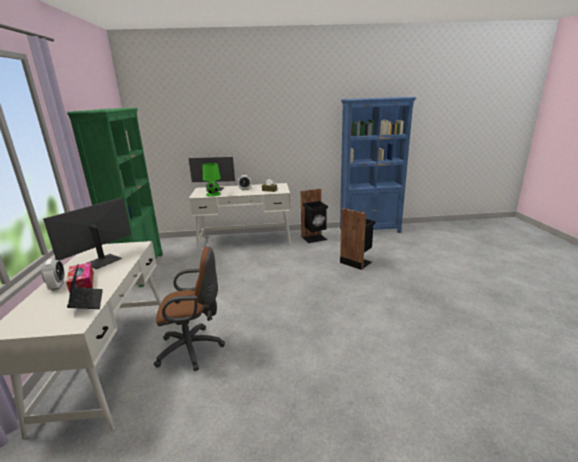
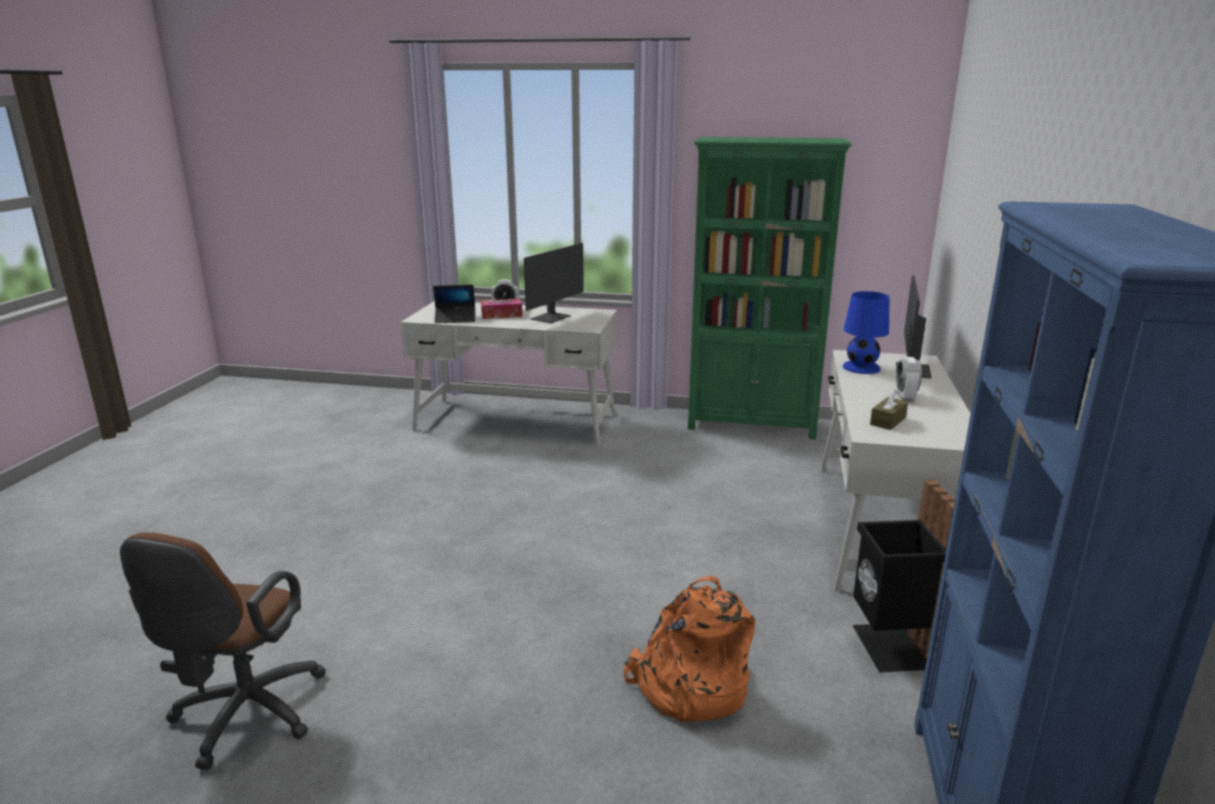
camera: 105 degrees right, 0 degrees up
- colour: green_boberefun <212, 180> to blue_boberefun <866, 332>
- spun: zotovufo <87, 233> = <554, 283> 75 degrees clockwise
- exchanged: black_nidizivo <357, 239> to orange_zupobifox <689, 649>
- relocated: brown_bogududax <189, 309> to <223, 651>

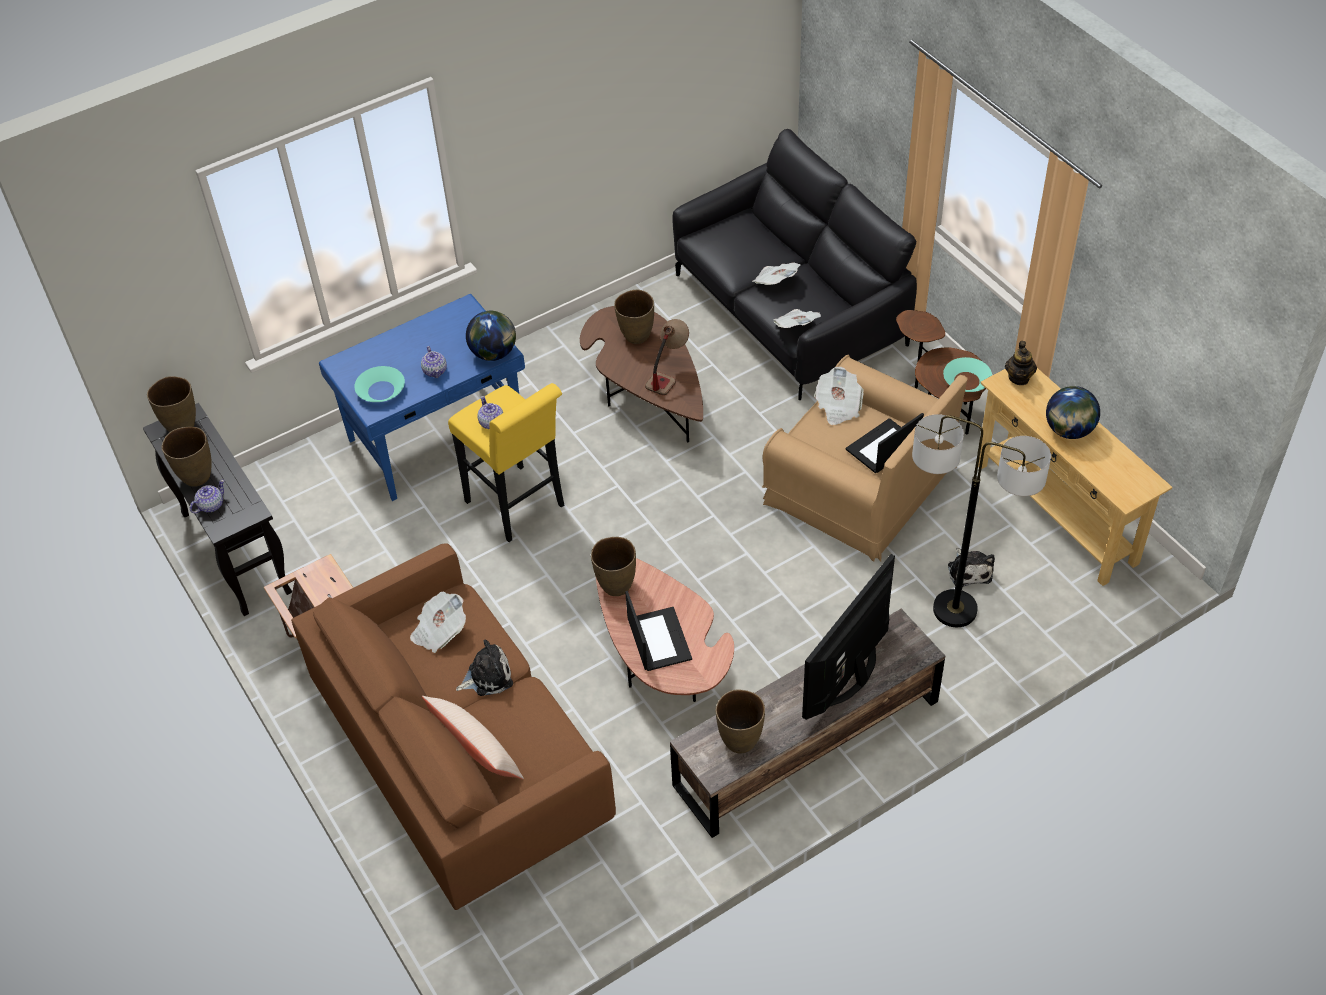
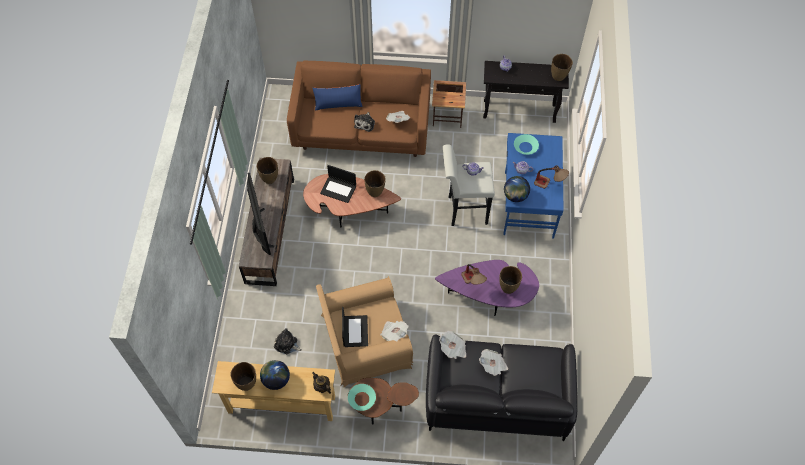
camera: 125 degrees right, 10 degrees up
- colour: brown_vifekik <641, 374> to purple_vifekik <487, 288>
- colour: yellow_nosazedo <506, 462> to white_nosazedo <469, 185>
- missing: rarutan <981, 520>
- relocated: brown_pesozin <186, 457> to <243, 376>
- colour: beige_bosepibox <473, 737> to blue_bosepibox <337, 97>
- appeared: boberefun <551, 177>

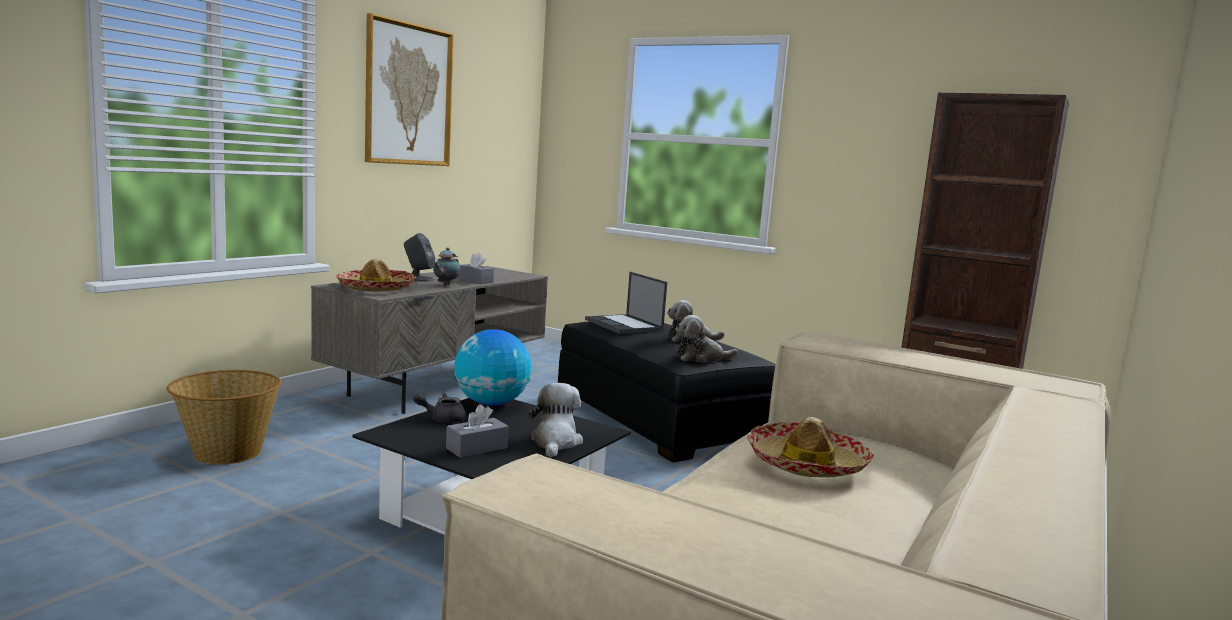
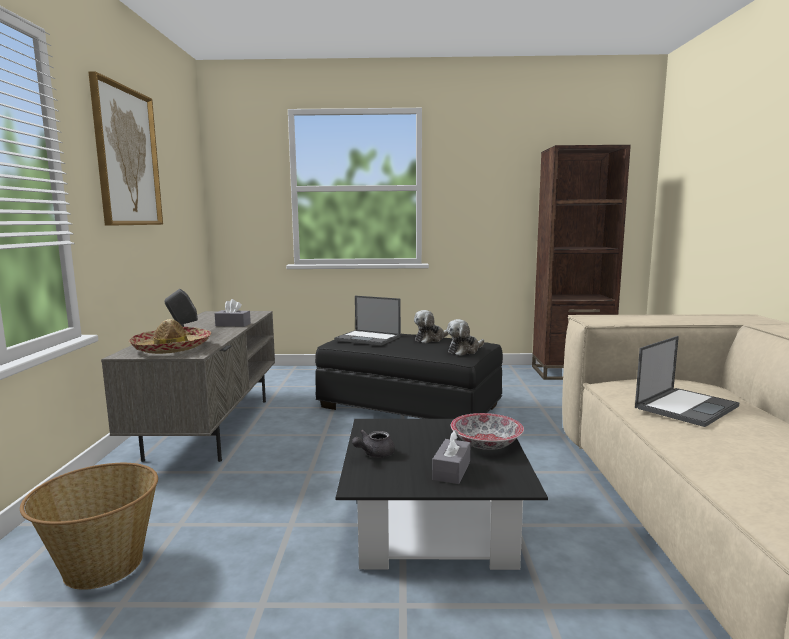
camera: 30 degrees left, 0 degrees up
- missing: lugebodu <447, 266>
- missing: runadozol <492, 367>
- exchanged: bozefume <556, 420> to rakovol <487, 431>
- exchanged: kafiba <810, 447> to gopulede <687, 381>

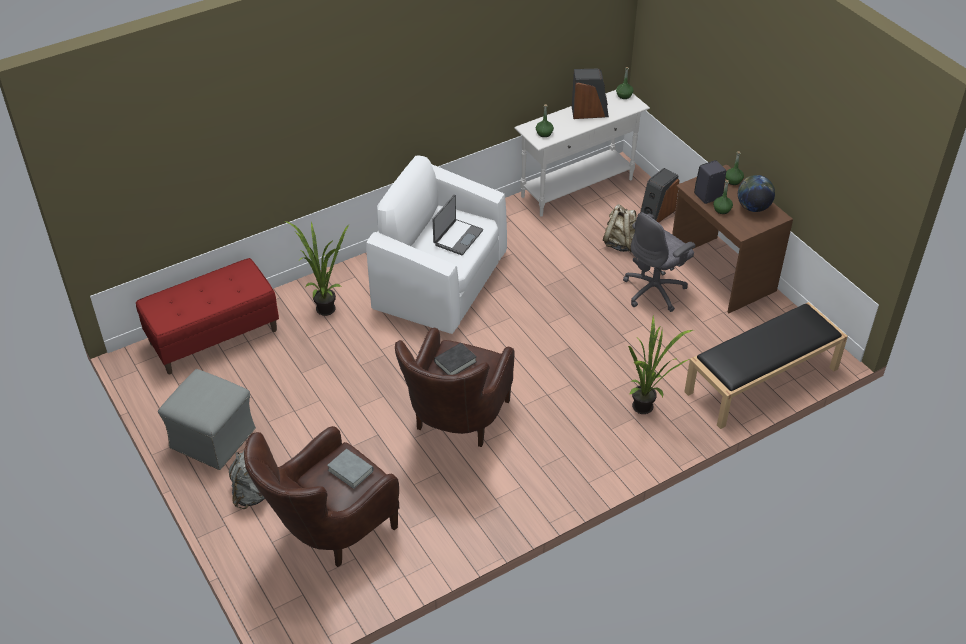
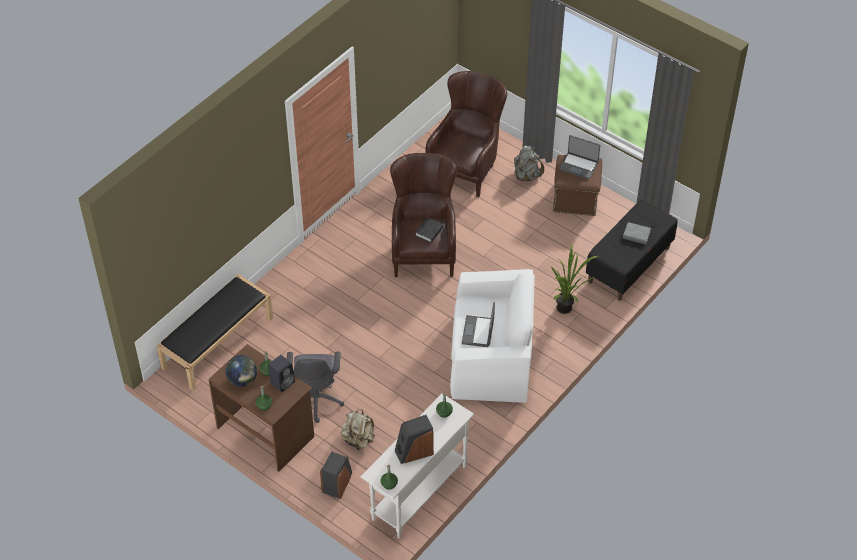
camera: 160 degrees right, 5 degrees up
- spun: grey_bogududax <659, 262> = <315, 387> 150 degrees clockwise
- colour: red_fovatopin <207, 316> to black_fovatopin <631, 250>
- missing: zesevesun <660, 365>
- colour: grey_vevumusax <207, 419> to brown_vevumusax <577, 185>
- relocated: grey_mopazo <350, 469> to <637, 233>
- appeared: gopulede <579, 157>

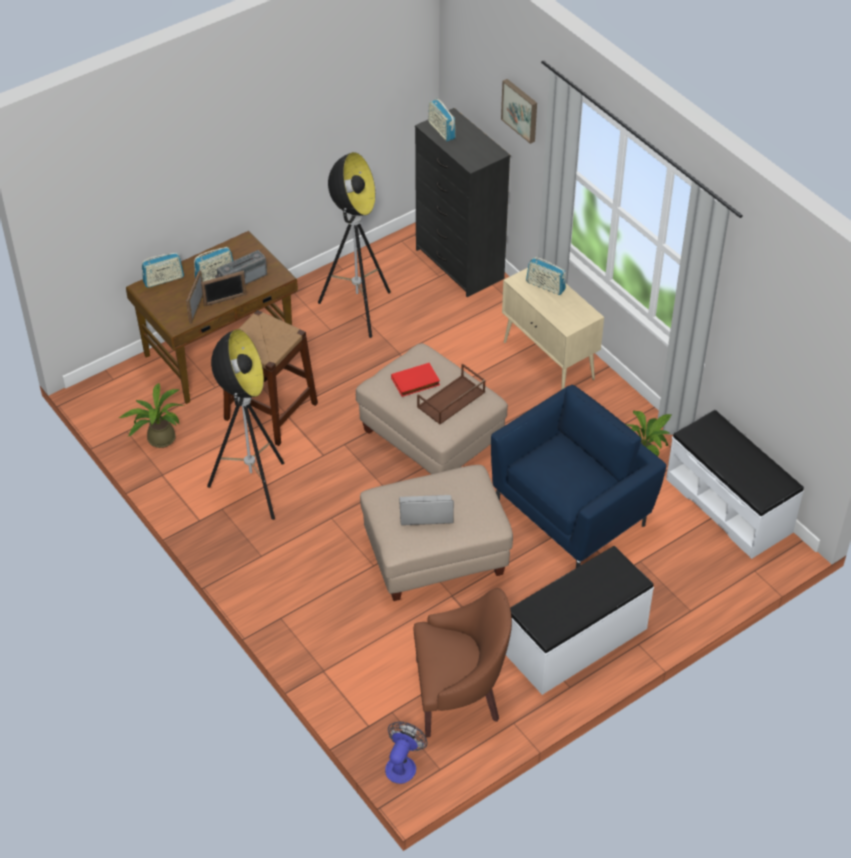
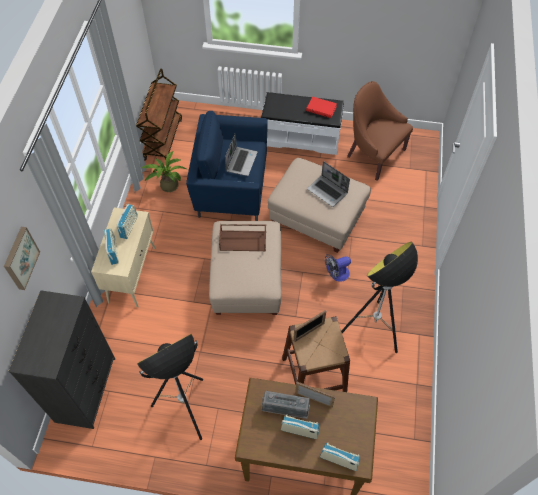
camera: 135 degrees left, 10 degrees up
- relocated: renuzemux <442, 120> to <127, 221>
- relocated: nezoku <194, 297> to <309, 326>
- relocated: red_mopazo <415, 380> to <321, 107>
- missing: zesevesun <151, 415>
- exchanged: white_fovatopin <735, 484> to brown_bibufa <159, 114>
- relocated: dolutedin <406, 753> to <338, 268>
- appeared: gopulede <241, 154>

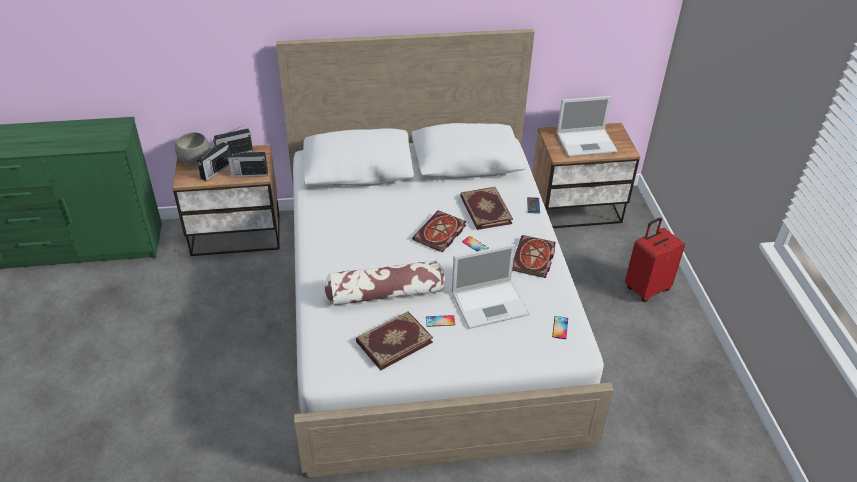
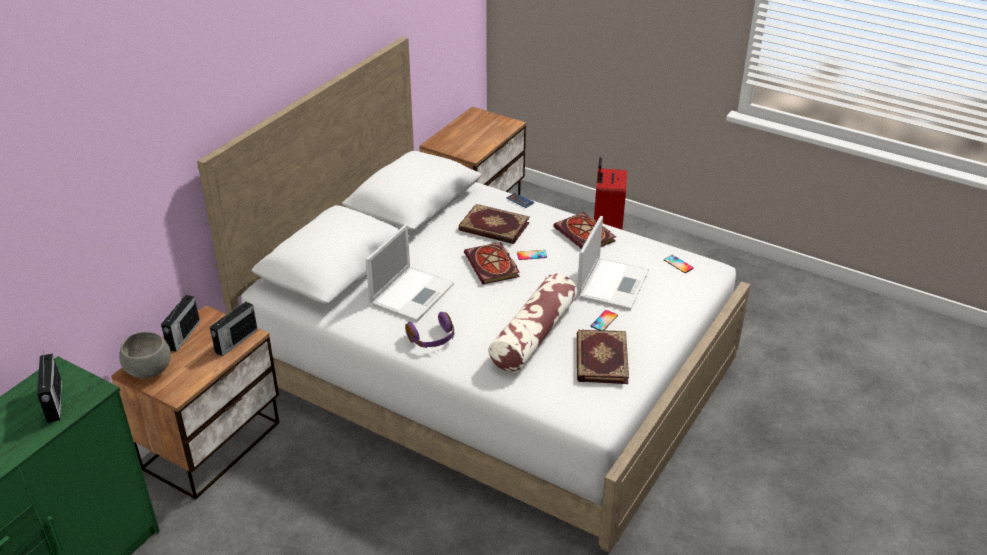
camera: 50 degrees left, 5 degrees down
- relocated: gopulede <587, 126> to <410, 273>
- relocated: renuzemux <213, 160> to <49, 387>
- appeared: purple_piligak <429, 330>

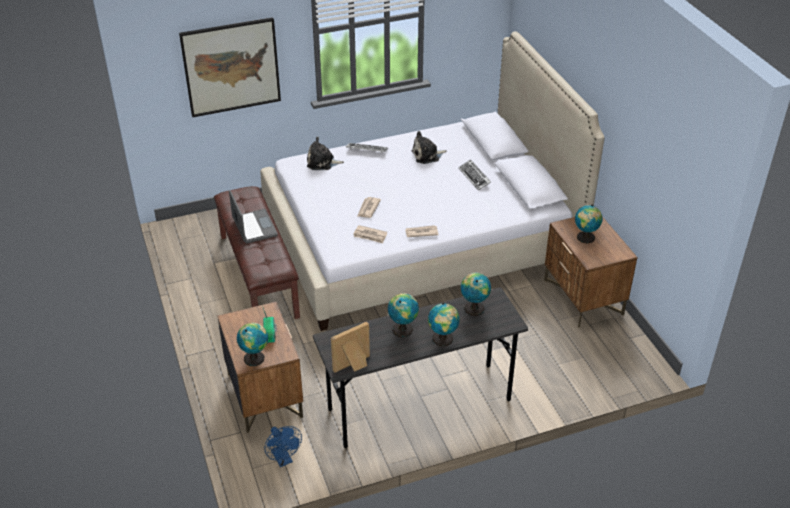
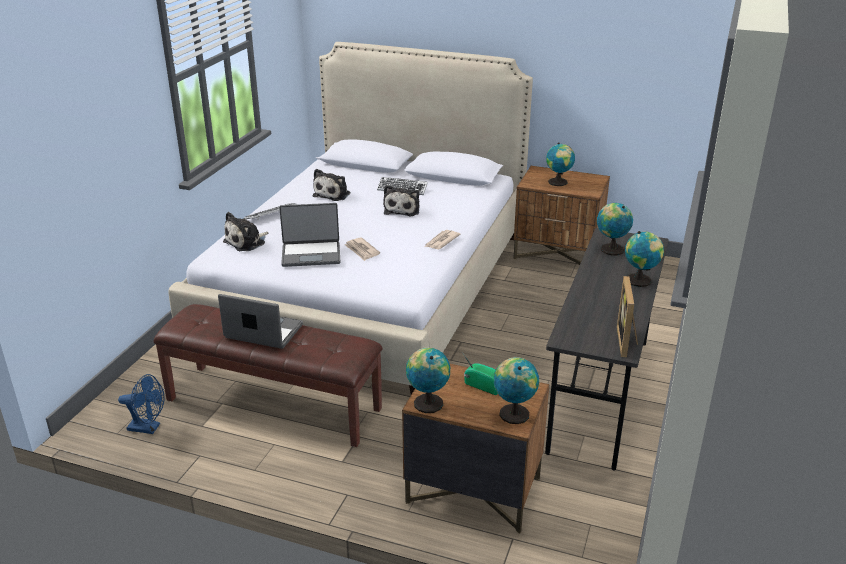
camera: 50 degrees left, 10 degrees down
- missing: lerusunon <230, 67>
- missing: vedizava <370, 234>
- relocated: runadozol <403, 315> to <428, 380>
- relocated: blue_dolutedin <283, 446> to <141, 404>
- appeared: bozefume <401, 200>
- appeared: gopulede <310, 235>

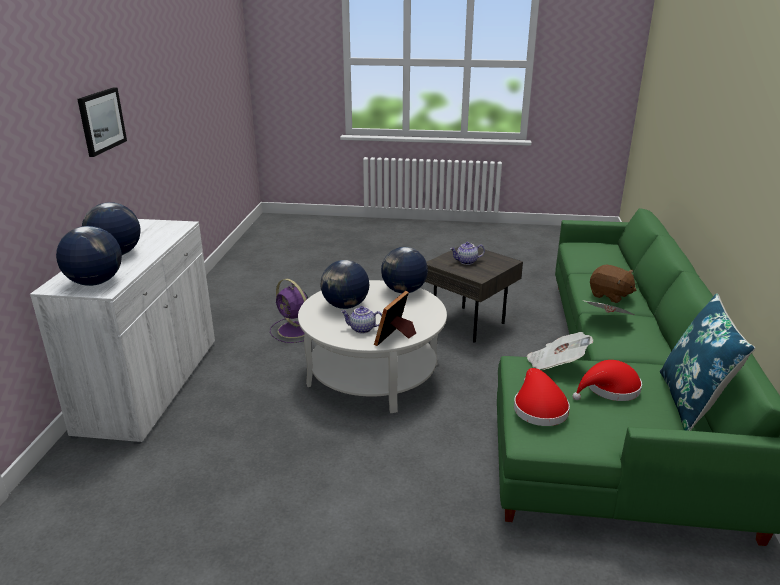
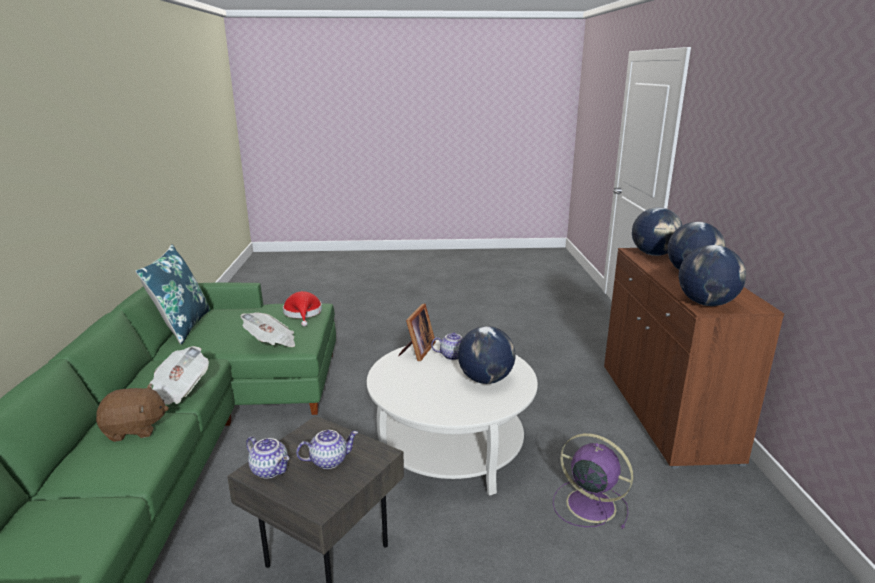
camera: 170 degrees right, 5 degrees down
- missing: lerusunon <102, 122>
- colour: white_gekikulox <122, 331> to brown_gekikulox <694, 358>
- relocated: runadozol <404, 270> to <712, 275>
- spun: brown_bozefume <613, 283> = <132, 413> 135 degrees clockwise
- missing: red_kafiba <607, 380>
- appeared: lugebodu <267, 457>

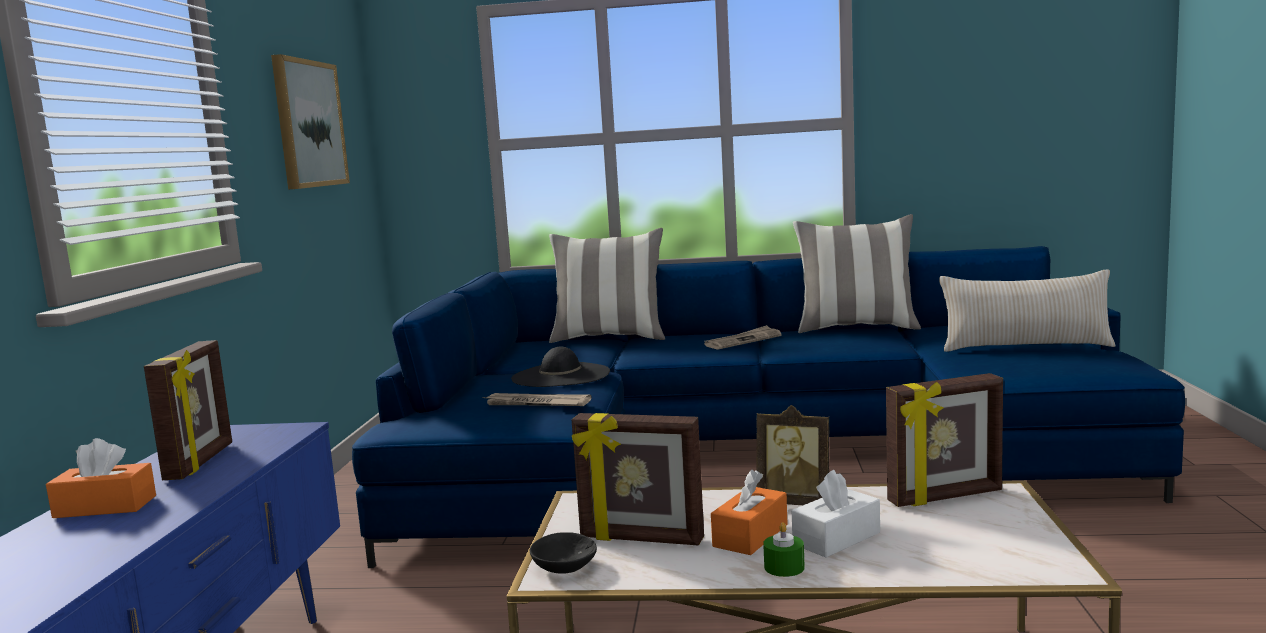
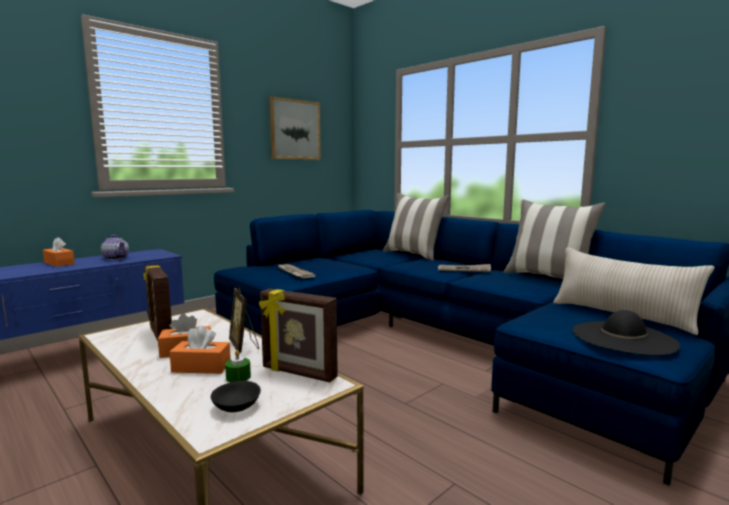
camera: 40 degrees right, 0 degrees up
- exchanged: nezoku <188, 410> to lugebodu <115, 247>
- relocated: black_kafiba <560, 366> to <627, 333>
- colour: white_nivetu <835, 514> to orange_nivetu <200, 349>
- relocated: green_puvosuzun <784, 549> to <238, 366>
- relocated: black_rakovol <563, 553> to <236, 396>

